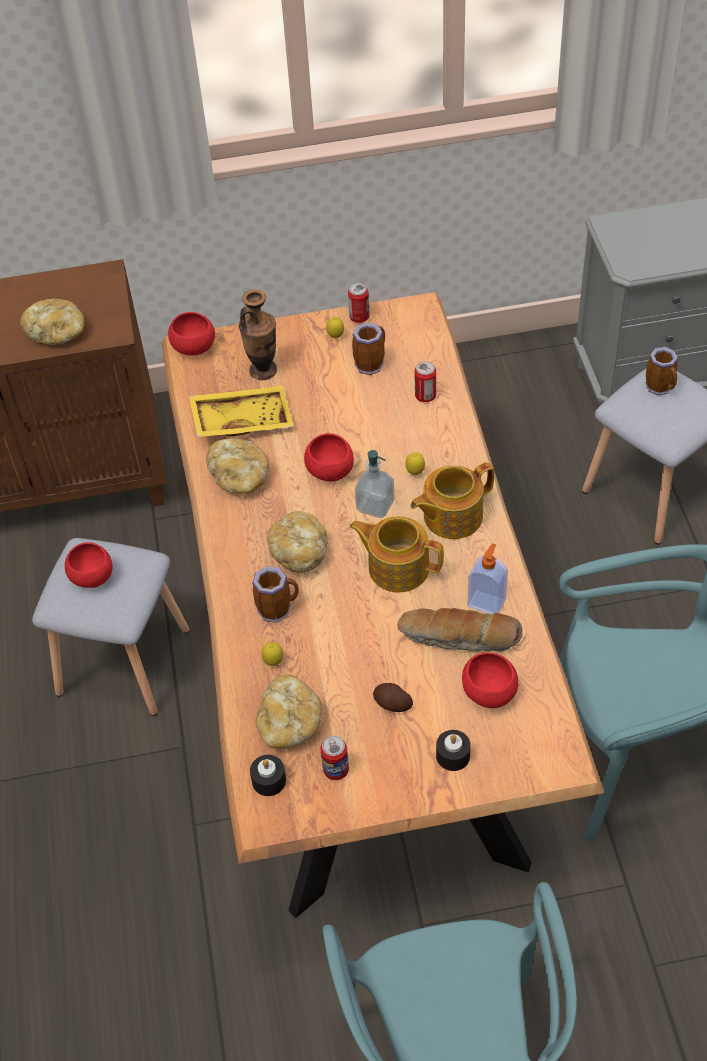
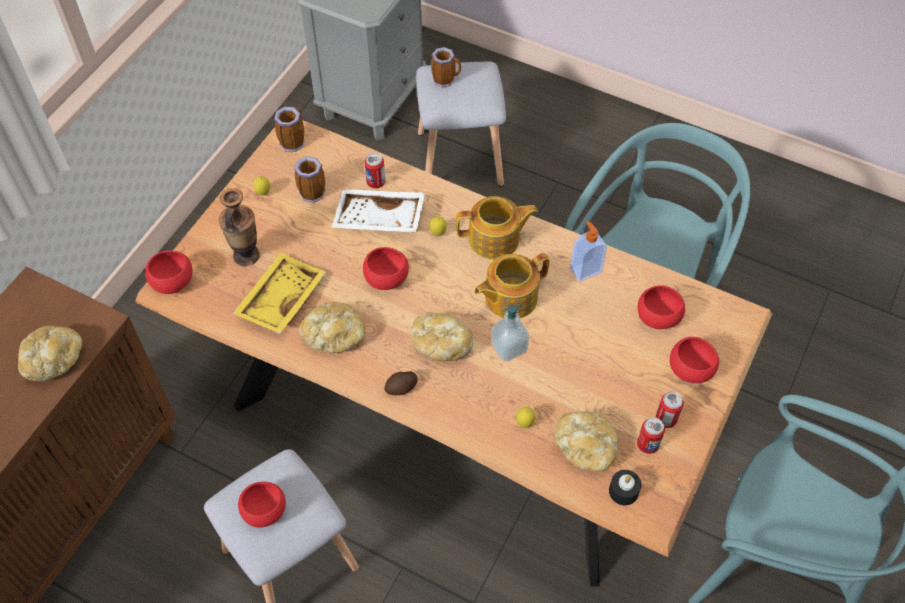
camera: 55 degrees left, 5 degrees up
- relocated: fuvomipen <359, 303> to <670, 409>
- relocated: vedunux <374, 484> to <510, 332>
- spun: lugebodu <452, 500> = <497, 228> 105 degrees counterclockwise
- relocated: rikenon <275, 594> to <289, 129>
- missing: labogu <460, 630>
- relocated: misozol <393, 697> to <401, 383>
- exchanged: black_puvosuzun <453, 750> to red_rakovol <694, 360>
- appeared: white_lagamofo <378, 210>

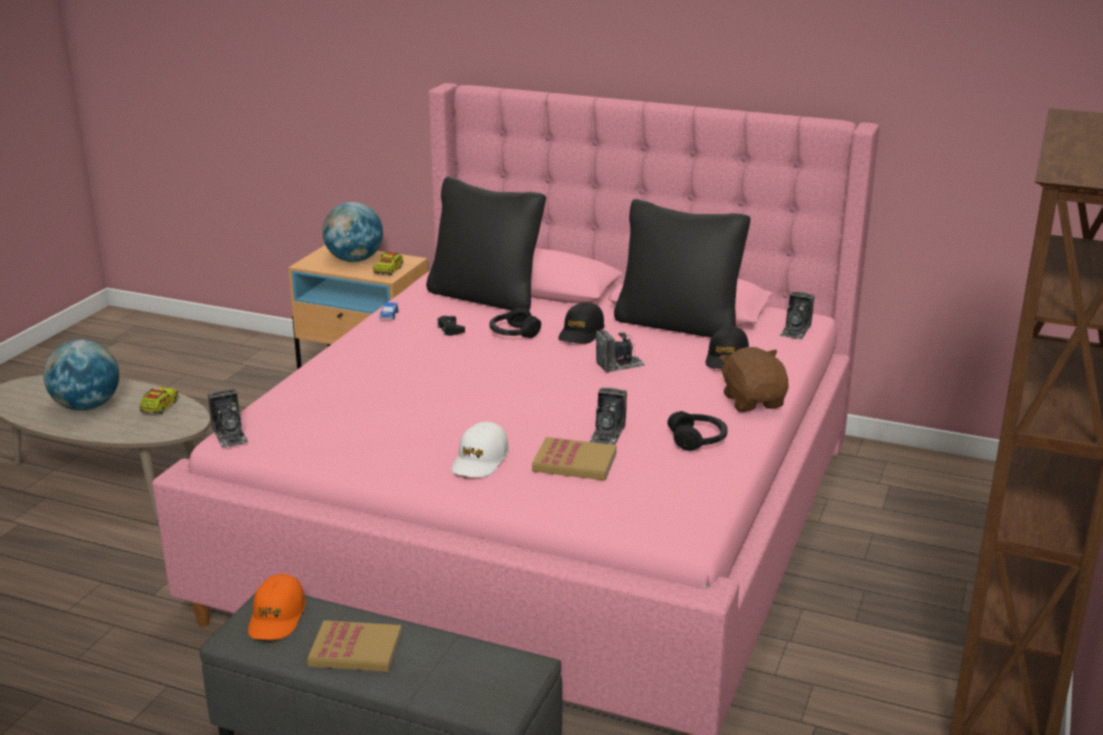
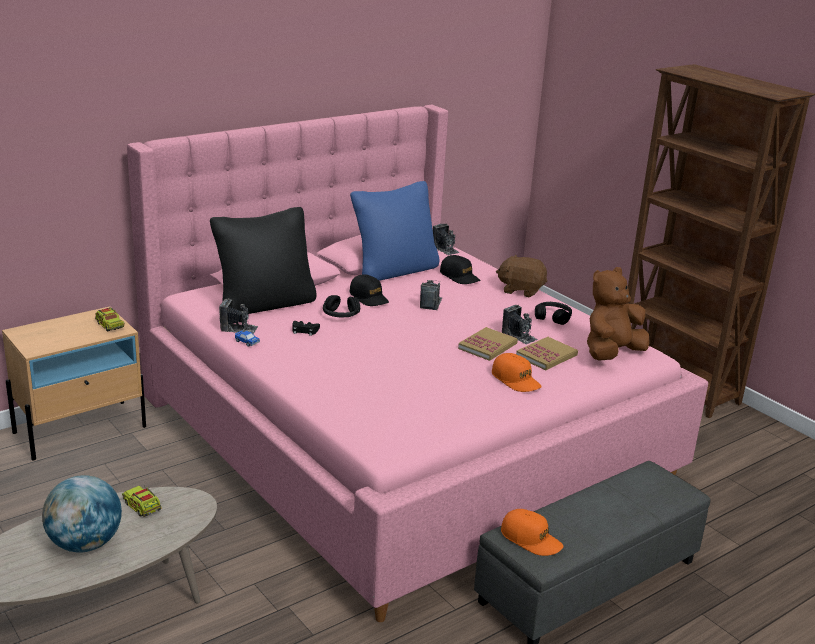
camera: 60 degrees left, 0 degrees up
- colour: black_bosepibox <682, 268> to blue_bosepibox <394, 231>
- missing: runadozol <352, 232>
- relocated: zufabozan <228, 418> to <238, 316>
- colour: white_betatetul <480, 449> to orange_betatetul <517, 372>
- relocated: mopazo <354, 646> to <488, 344>
- appeared: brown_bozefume <618, 314>

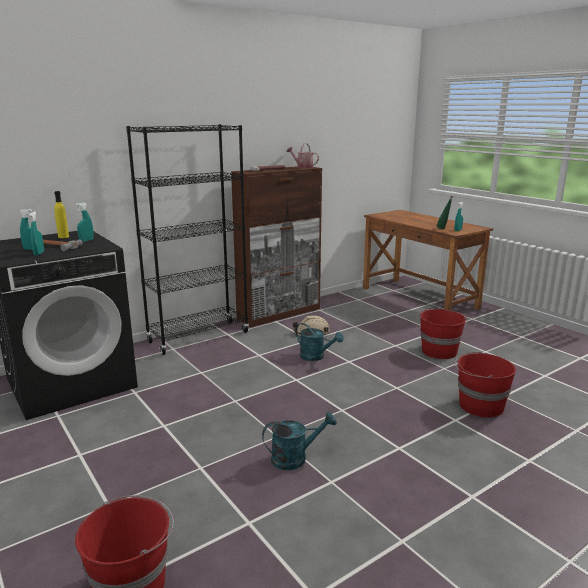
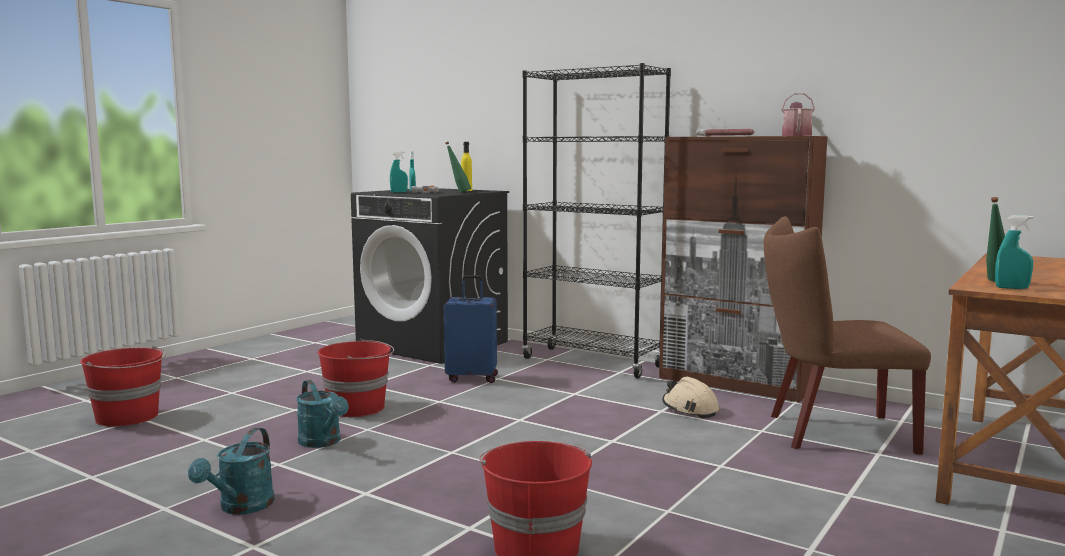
camera: 70 degrees right, 10 degrees down
- exchanged: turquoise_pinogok <85, 222> to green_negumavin <458, 167>
- relocated: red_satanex <443, 334> to <356, 378>
- relocated: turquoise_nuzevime <319, 342> to <231, 471>
- appeared: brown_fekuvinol <847, 335>
- appeared: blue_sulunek <471, 329>

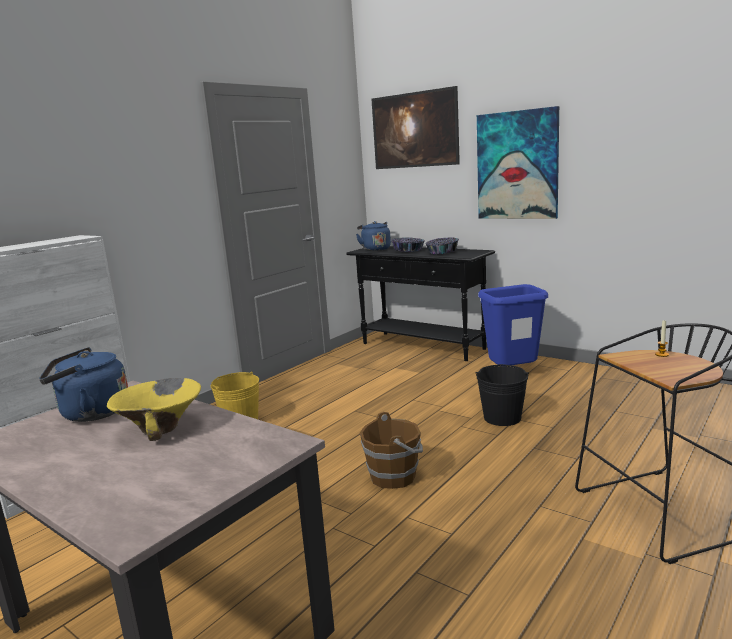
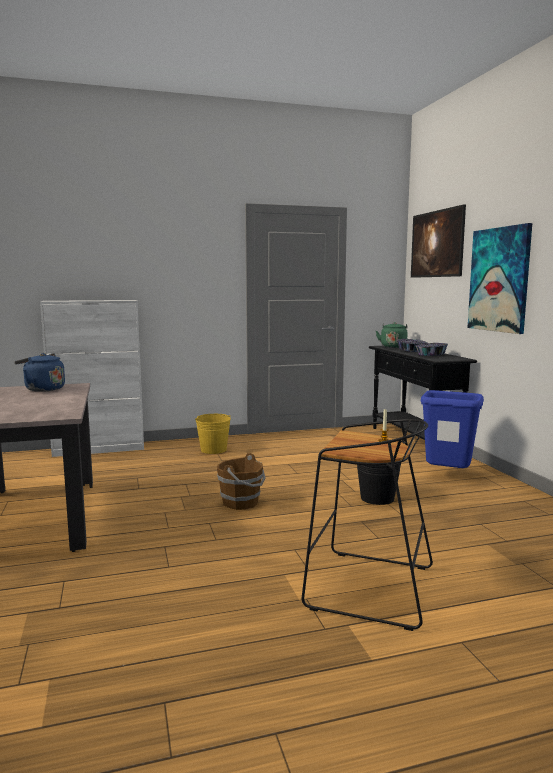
camera: 35 degrees right, 5 degrees down
- colour: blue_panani <373, 236> to green_panani <392, 335>
- missing: yellow_rakovol <154, 409>

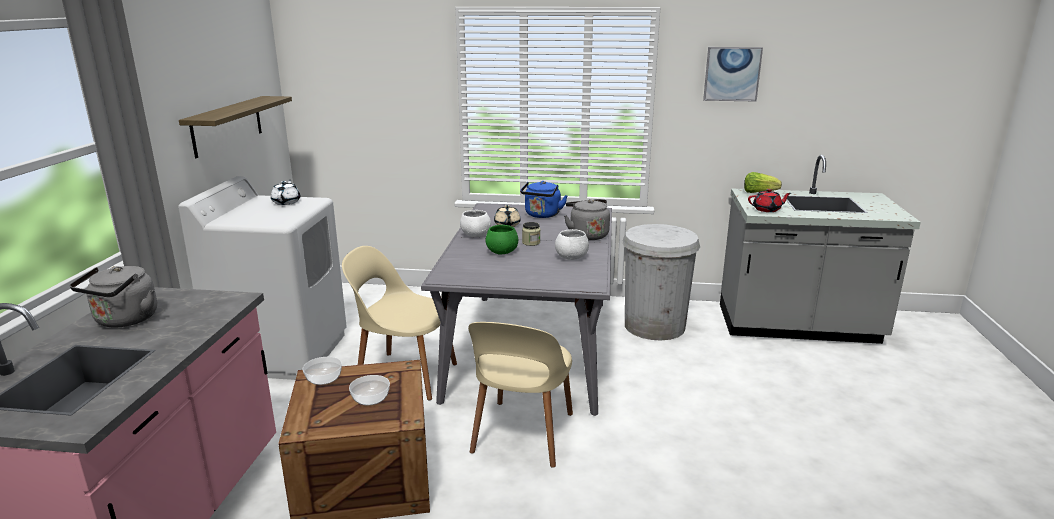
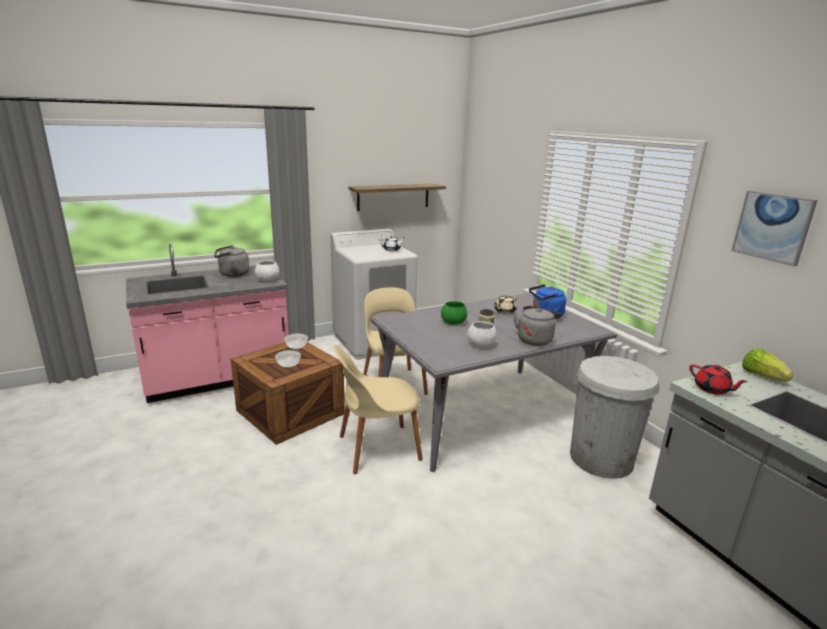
camera: 55 degrees right, 0 degrees up
- relocated: white_rakovol <475, 223> to <267, 270>

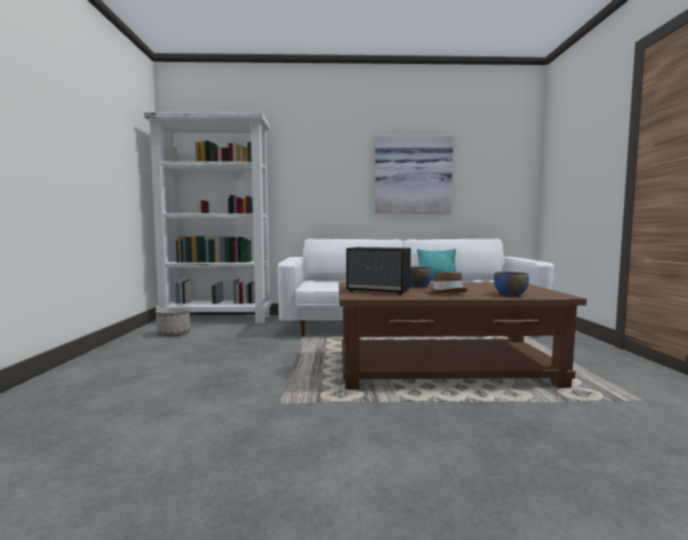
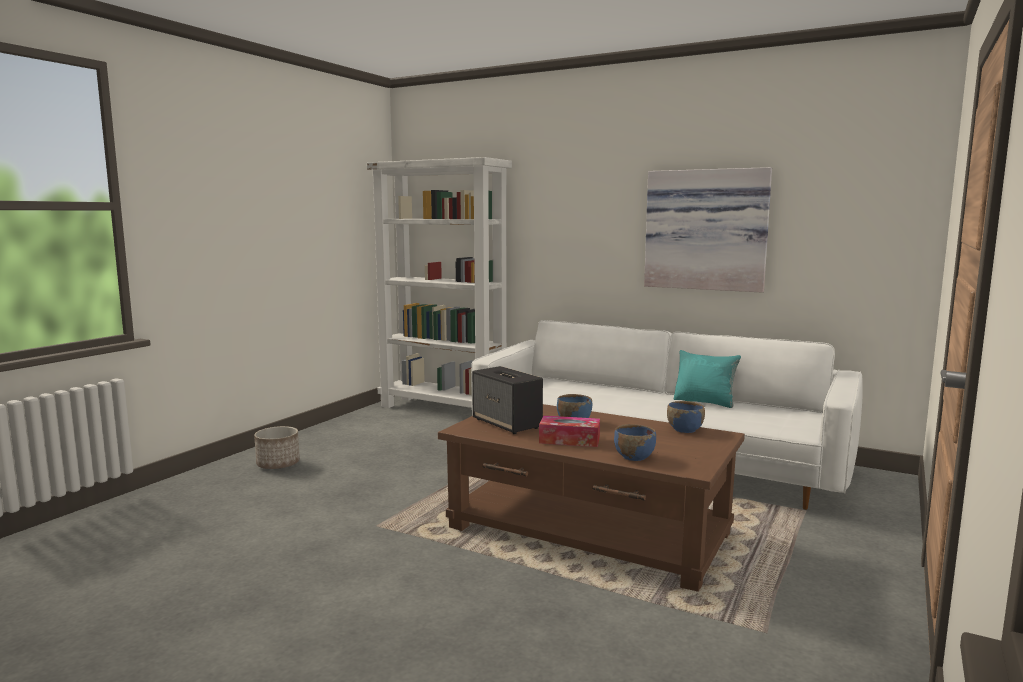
camera: 30 degrees right, 5 degrees up
- exchanged: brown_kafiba <447, 282> to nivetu <569, 431>
- relocated: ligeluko <173, 322> to <277, 447>
- appeared: blue_rakovol <686, 417>

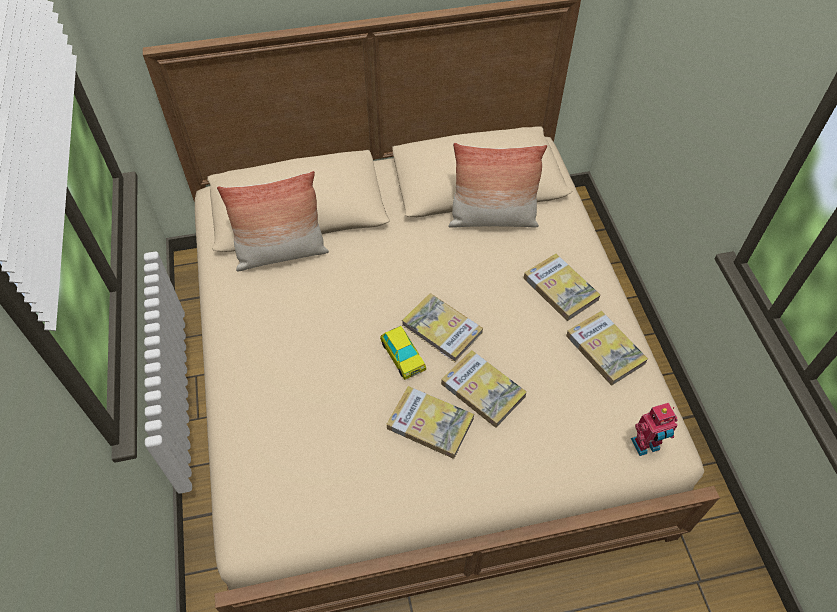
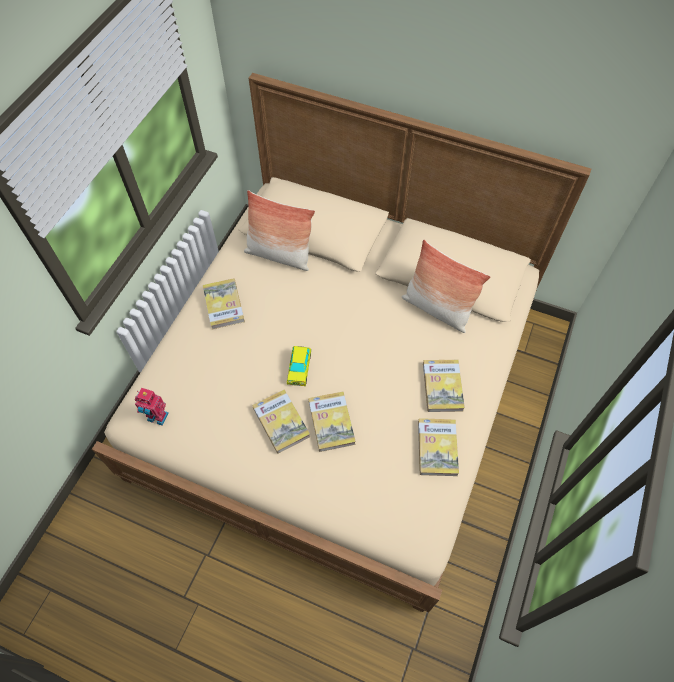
camera: 35 degrees right, 5 degrees up
- relocated: mopazo <442, 327> to <224, 303>
- relocated: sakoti <654, 429> to <152, 407>

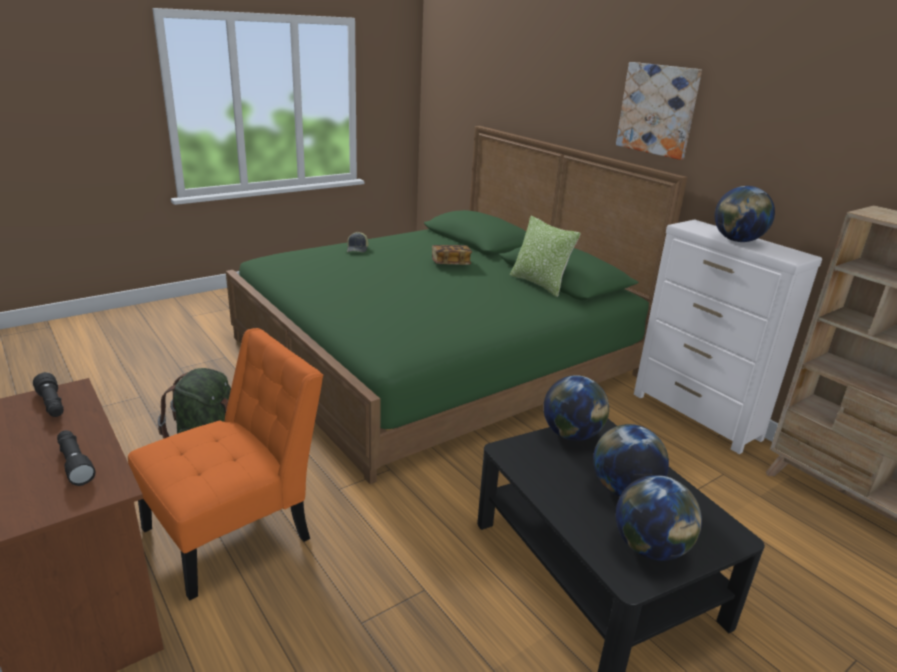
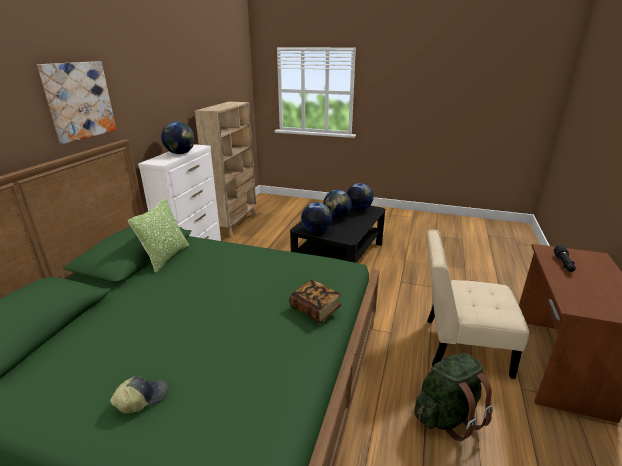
camera: 125 degrees left, 0 degrees up
- relocated: mopazo <452, 255> to <315, 301>
- colour: orange_fekuvinol <225, 464> to beige_fekuvinol <478, 304>
- missing: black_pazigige <48, 394>

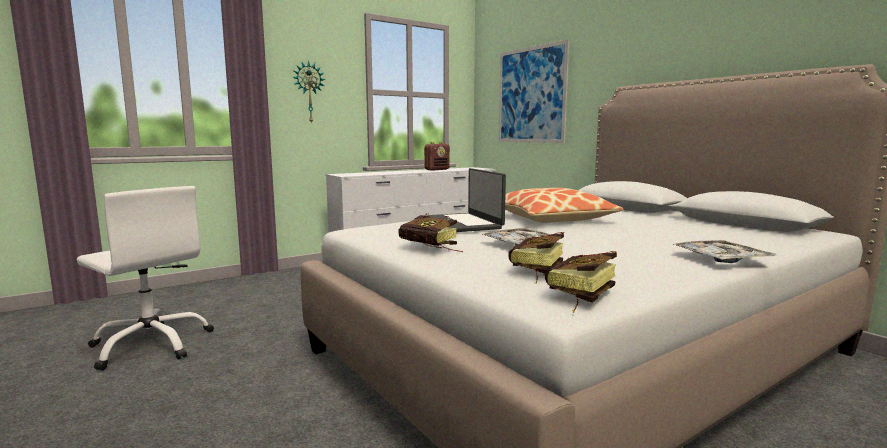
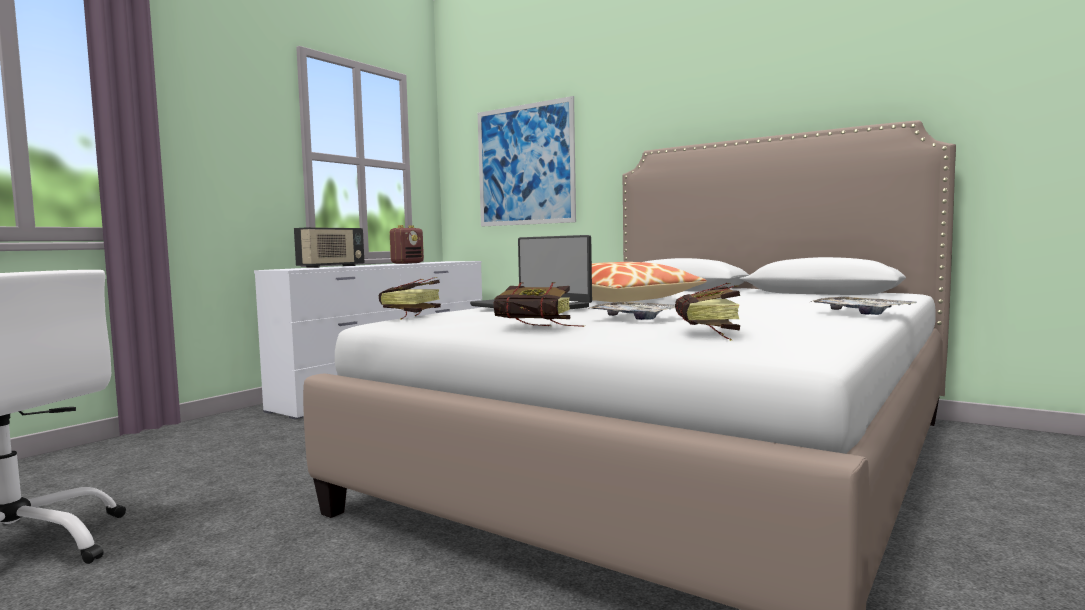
camera: 20 degrees left, 5 degrees down
- missing: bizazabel <308, 92>
- relocated: mopazo <581, 282> to <410, 298>
- appeared: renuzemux <329, 247>

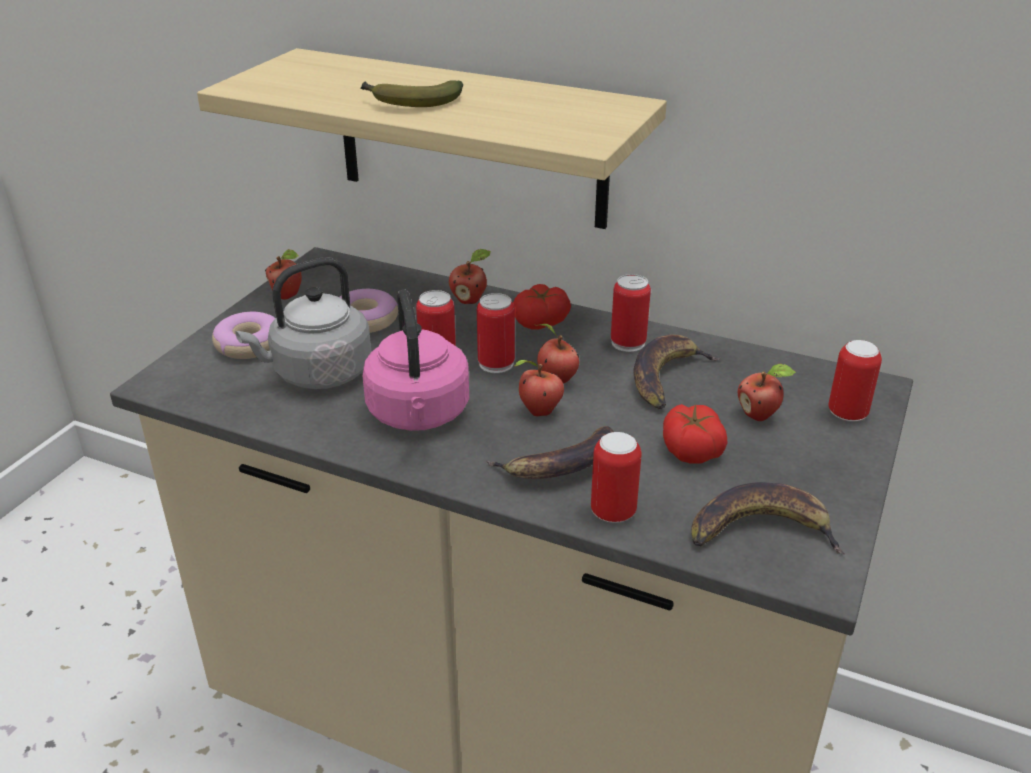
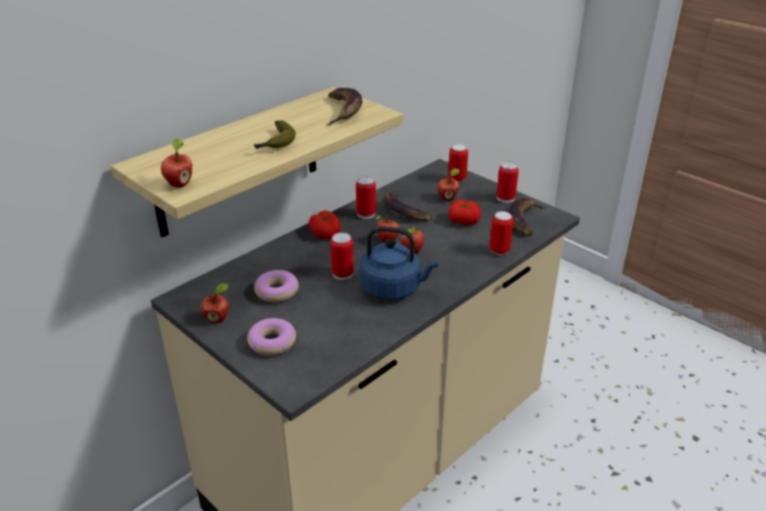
camera: 70 degrees left, 0 degrees up
- relocated: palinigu <470, 276> to <176, 163>
- missing: grey_panani <303, 323>
- colour: pink_panani <415, 360> to blue_panani <399, 263>
- relocated: fuvomipen <496, 333> to <508, 182>
- relocated: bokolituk <550, 452> to <344, 107>

